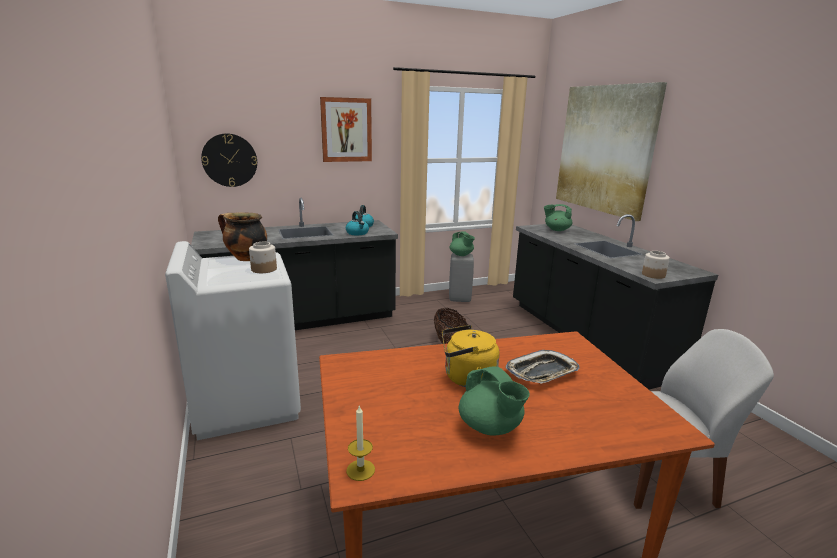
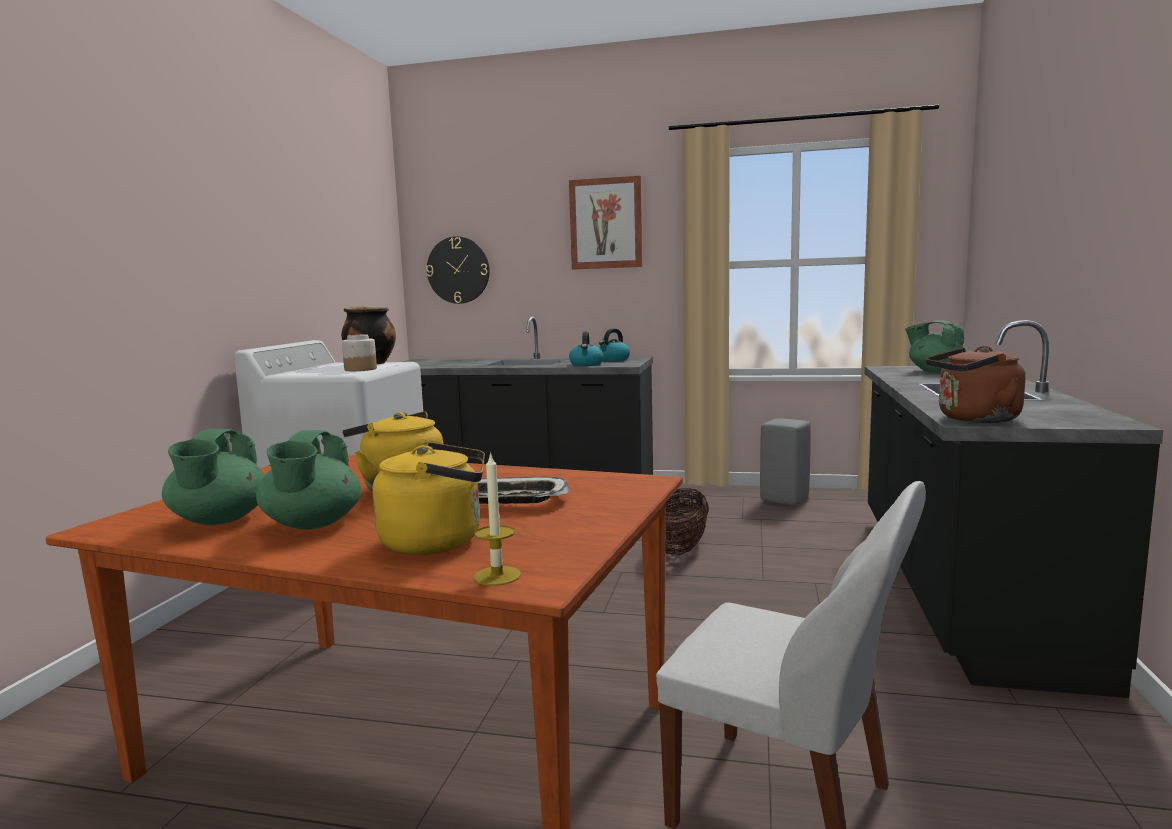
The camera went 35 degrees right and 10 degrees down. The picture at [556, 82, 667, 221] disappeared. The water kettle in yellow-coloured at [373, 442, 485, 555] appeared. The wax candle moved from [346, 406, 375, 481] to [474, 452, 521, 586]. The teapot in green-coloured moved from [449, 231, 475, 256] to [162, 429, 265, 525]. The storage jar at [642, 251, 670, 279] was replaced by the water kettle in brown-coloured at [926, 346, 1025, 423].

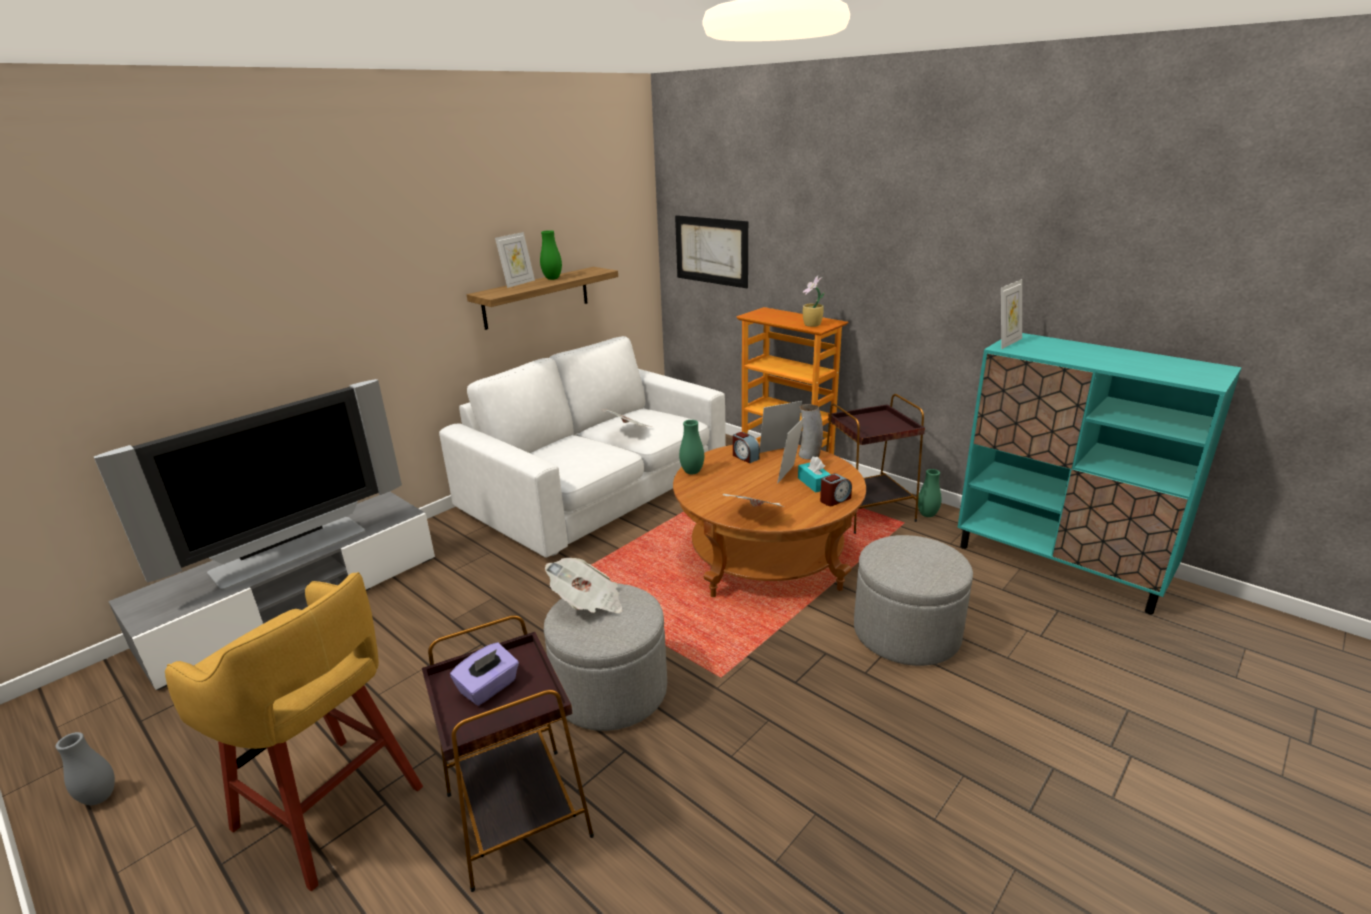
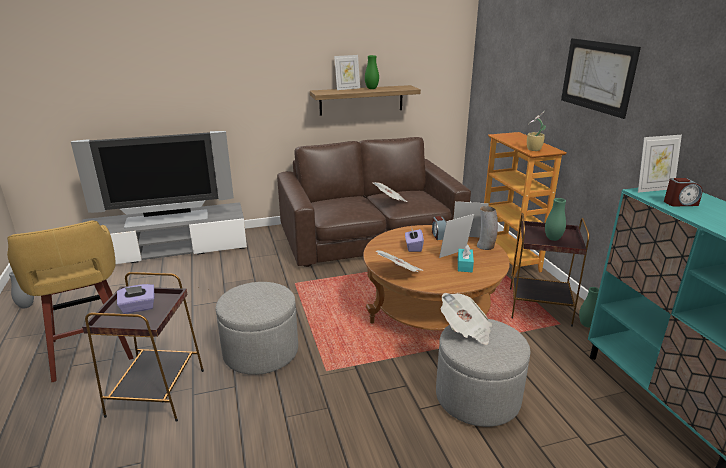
The camera went 30 degrees right and 0 degrees up. The tissue holder in purple-coloured at [405, 229, 424, 252] appeared. The newspaper moved from [545, 558, 622, 613] to [441, 293, 492, 345]. The picture moved from [675, 215, 748, 288] to [561, 38, 641, 119]. The flower vase in green-coloured moved from [679, 420, 704, 474] to [545, 198, 566, 241]. The bedside clock moved from [820, 474, 852, 506] to [664, 178, 703, 206]. The sofa in whitish at [439, 336, 726, 557] became the sofa in brown-coloured at [277, 137, 471, 267].

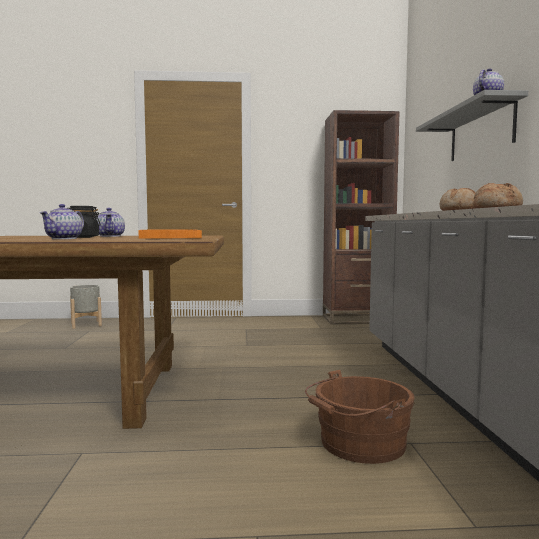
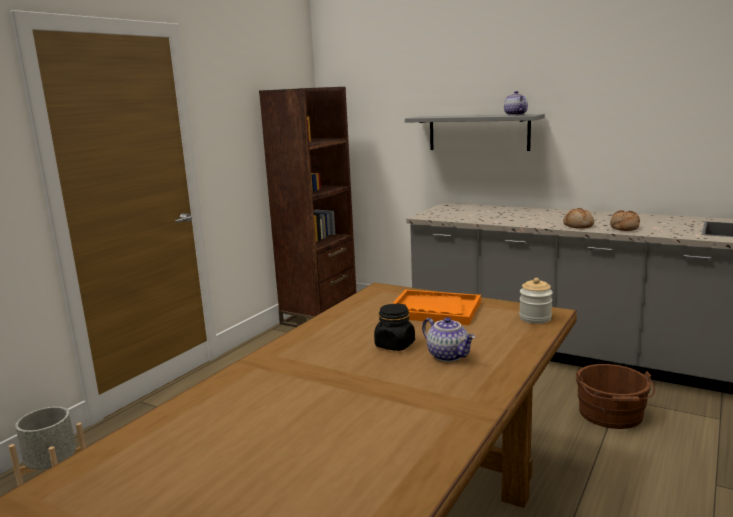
The camera went 55 degrees left and 10 degrees up. The teapot at [96, 208, 125, 237] disappeared. The storage jar at [519, 278, 553, 324] appeared.

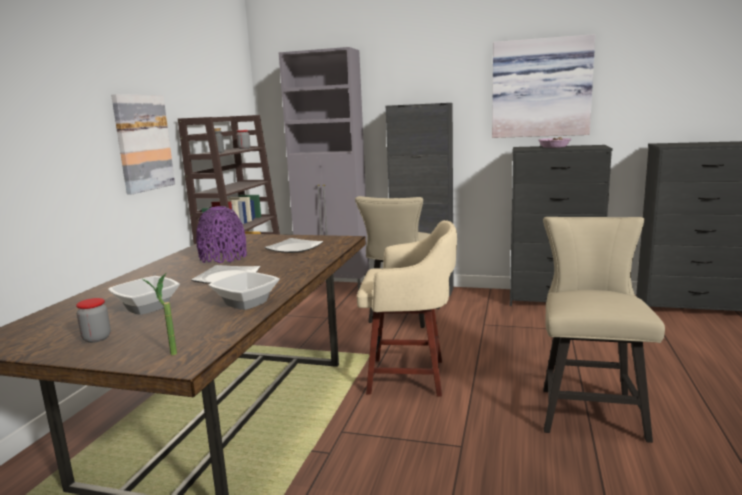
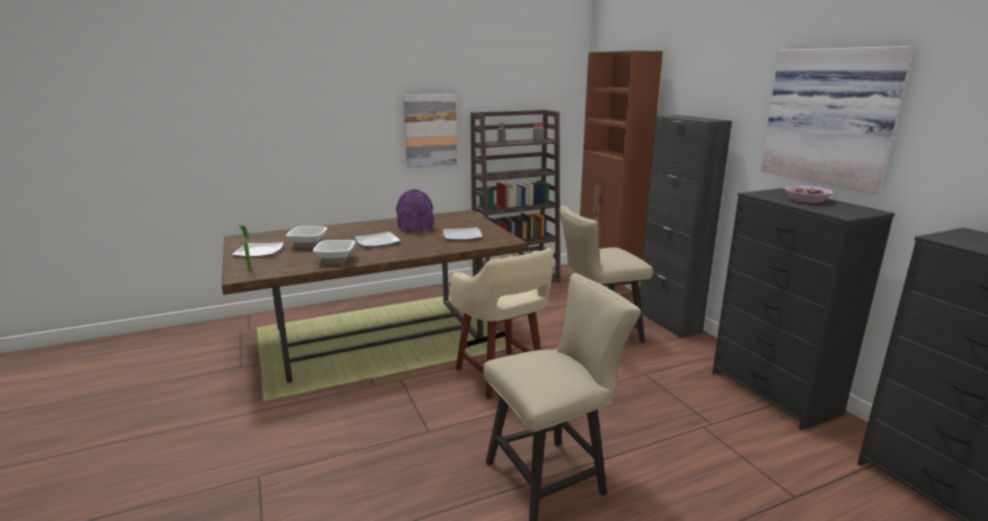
The camera went 50 degrees right and 5 degrees up. The storage jar at [76, 298, 111, 343] was replaced by the flat dish at [232, 242, 284, 257]. The cupboard in gray at [278, 47, 369, 291] became the cupboard in brown-coloured at [580, 51, 663, 293].

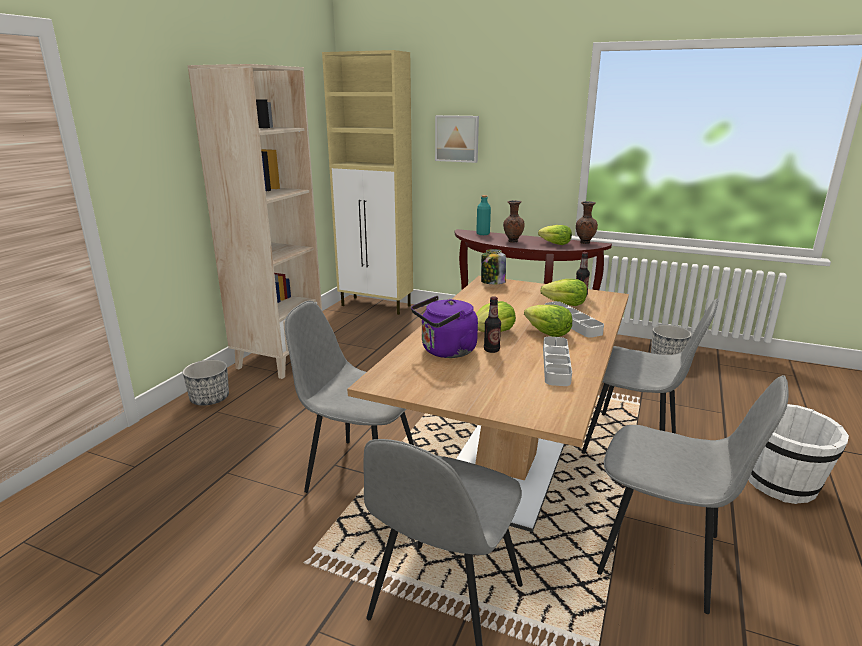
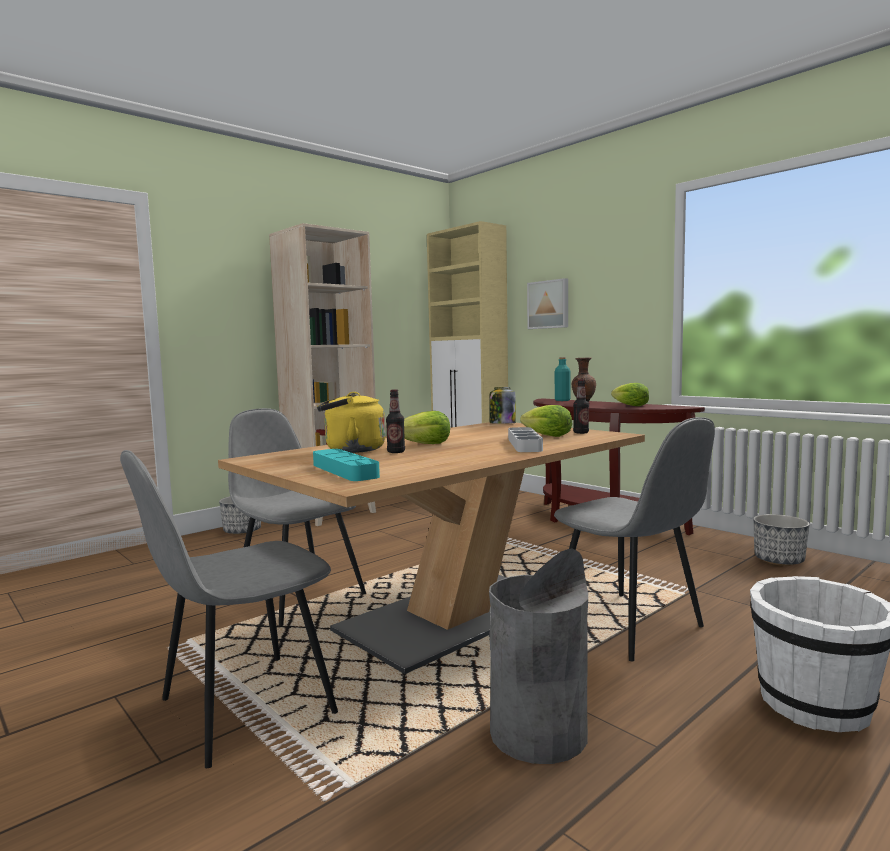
The camera went 25 degrees right and 15 degrees down. The lettuce at [524, 305, 572, 337] disappeared. The serving tray in gray at [543, 336, 572, 386] disappeared. The flower vase in brown-coloured at [576, 201, 598, 244] disappeared. The serving tray in turquoise-coloured at [313, 449, 380, 481] appeared. The upright chair in gray at [597, 375, 789, 614] was replaced by the rubbish bin in gray at [489, 548, 588, 764]. The water kettle in purple-coloured at [411, 296, 478, 358] became the water kettle in yellow-coloured at [317, 392, 385, 453].

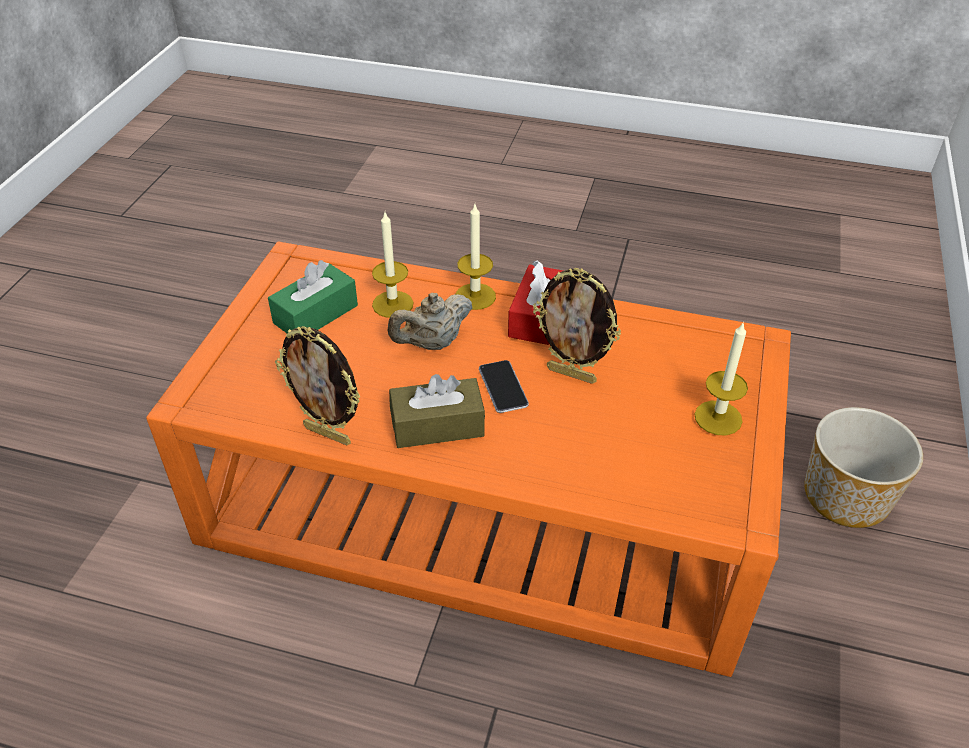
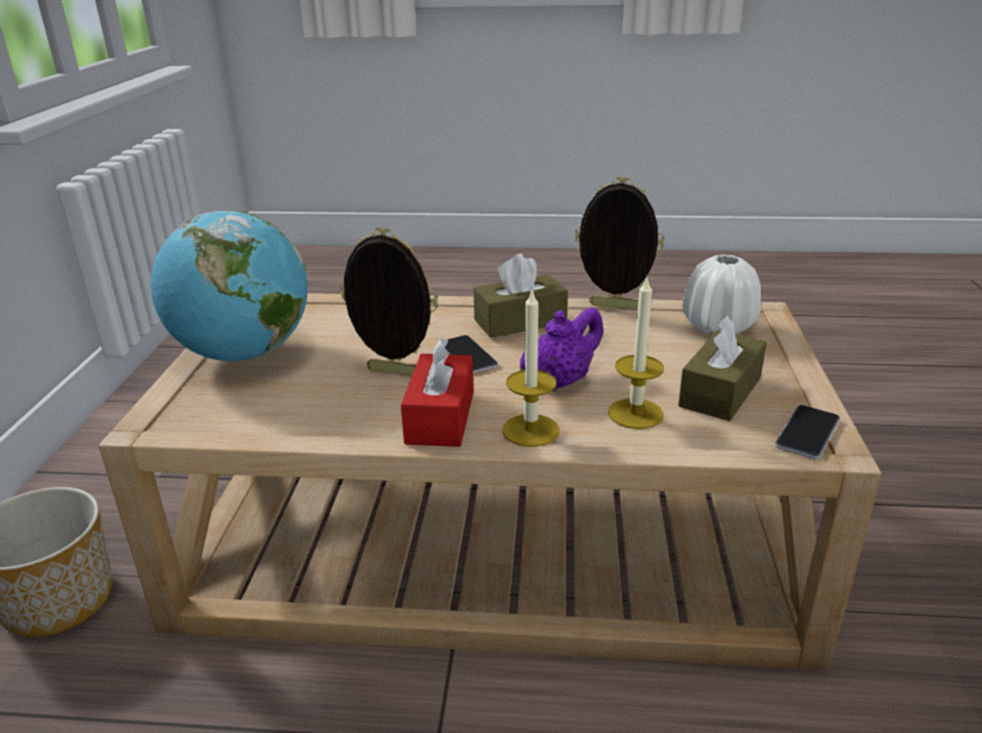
The camera went 170 degrees right and 15 degrees down. The flower vase in whitish at [683, 254, 761, 334] appeared. The phone at [775, 405, 840, 459] appeared. The wax candle at [695, 321, 748, 435] was replaced by the globe at [151, 211, 308, 361]. The lounge table in orange-coloured at [146, 242, 791, 677] became the lounge table in sand-coloured at [99, 293, 882, 670]. The tissue holder in green-coloured at [268, 260, 358, 334] became the tissue holder in brown-coloured at [678, 315, 766, 421]. The teapot in sand-coloured at [388, 293, 473, 350] became the teapot in purple-coloured at [520, 307, 603, 391].

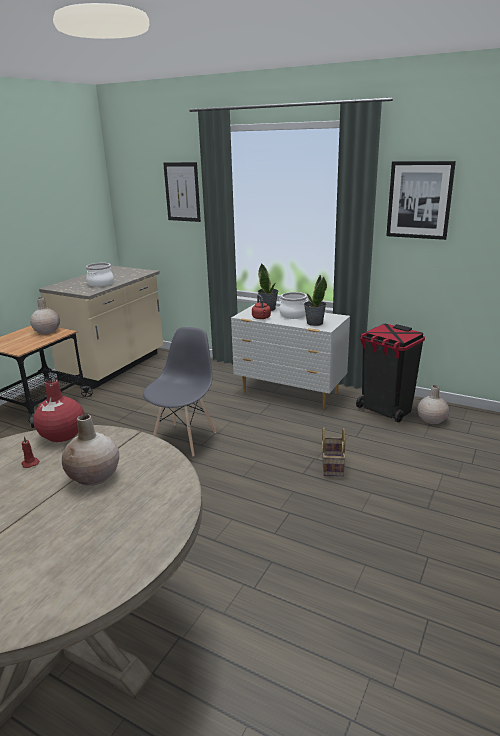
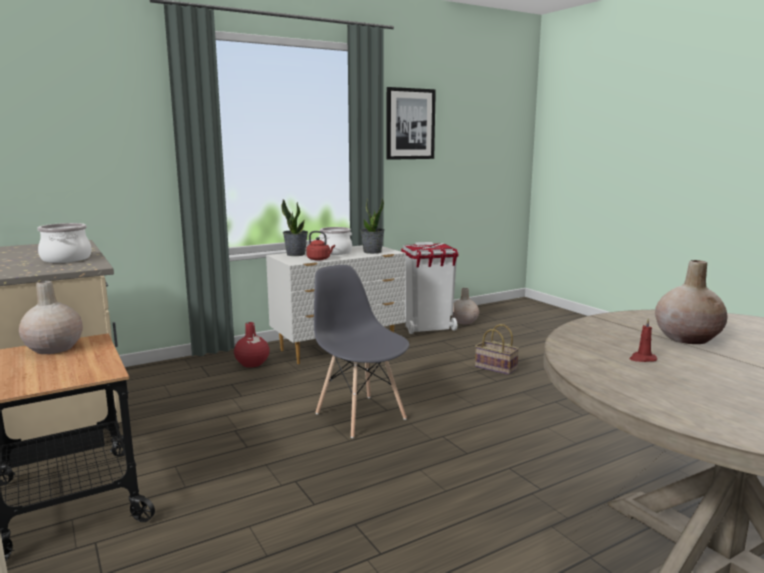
The camera went 60 degrees left and 10 degrees down. The picture at [163, 162, 201, 222] disappeared. The flower vase in reddish moved from [33, 379, 84, 442] to [234, 322, 270, 368]. The rubbish bin in blackish at [356, 324, 425, 423] became the rubbish bin in whitish at [401, 242, 459, 334].

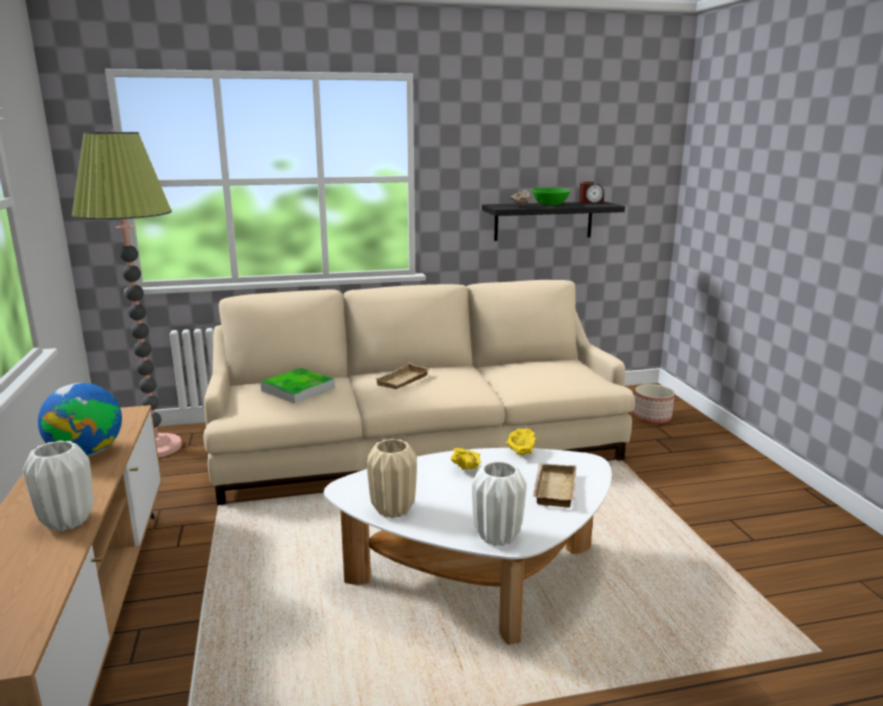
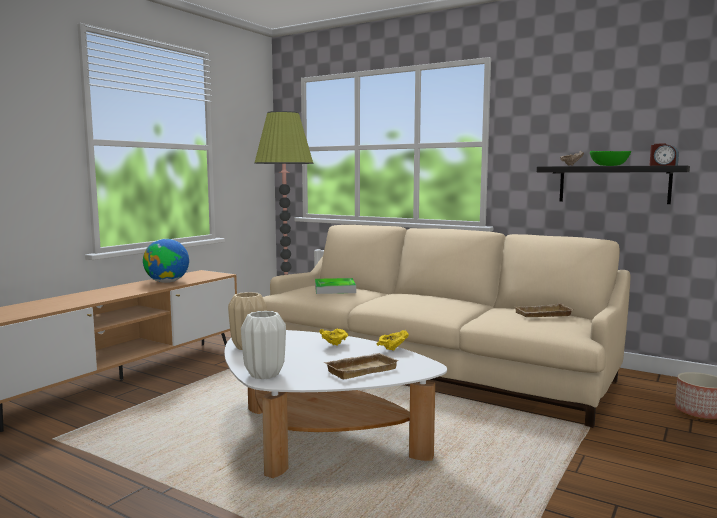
The camera went 45 degrees right and 10 degrees down. The flower vase in whitish at [23, 441, 94, 531] disappeared. The serving tray in sand-coloured moved from [375, 363, 430, 389] to [515, 303, 574, 317].

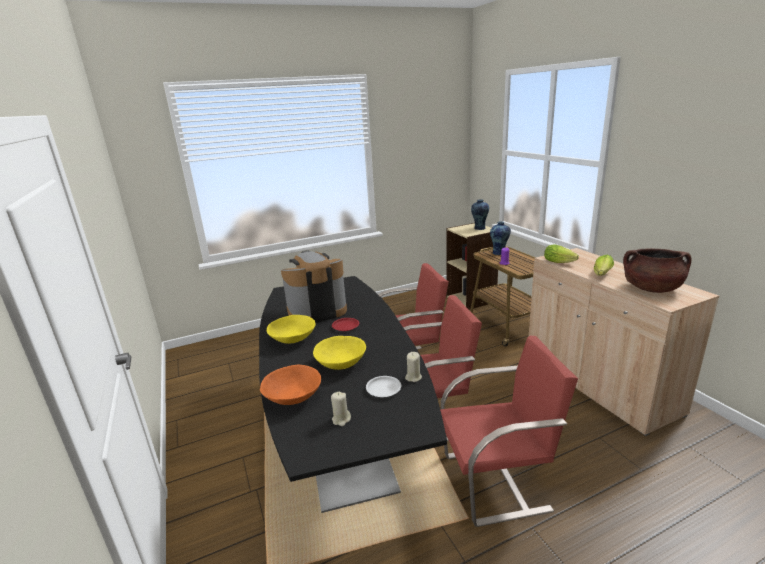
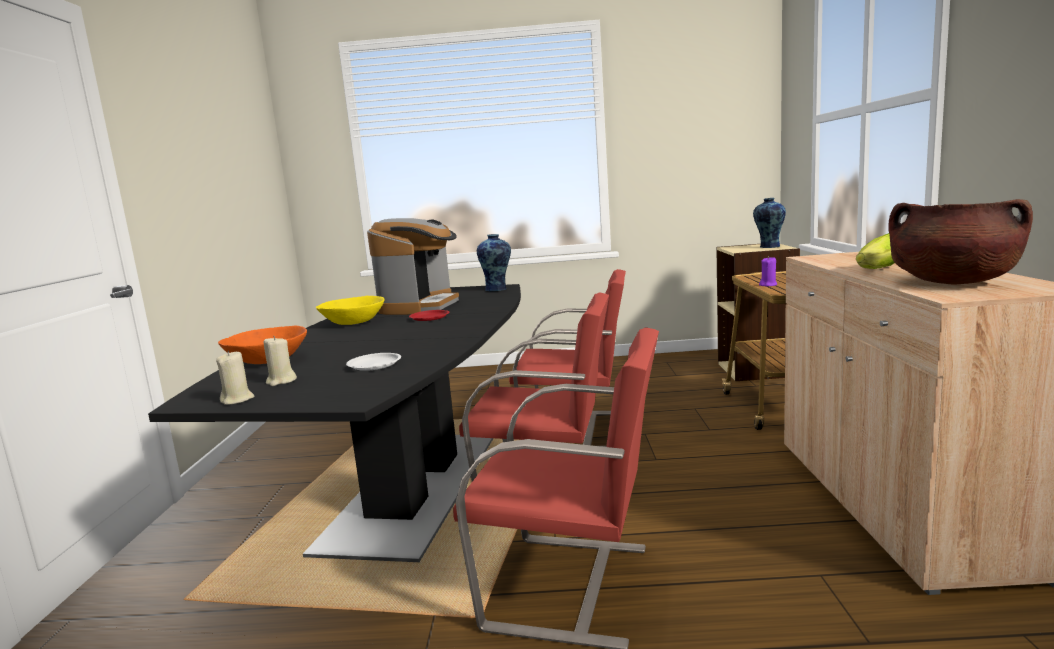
The camera went 25 degrees right and 10 degrees down. The deep dish in yellow-coloured at [313, 336, 366, 370] disappeared. The lettuce at [544, 244, 579, 263] disappeared. The wax candle in sand-coloured moved from [405, 352, 422, 382] to [216, 351, 254, 405]. The flower vase moved from [490, 221, 511, 255] to [477, 234, 511, 291]. The coffee brewer at [281, 250, 347, 323] turned 105 degrees clockwise.

